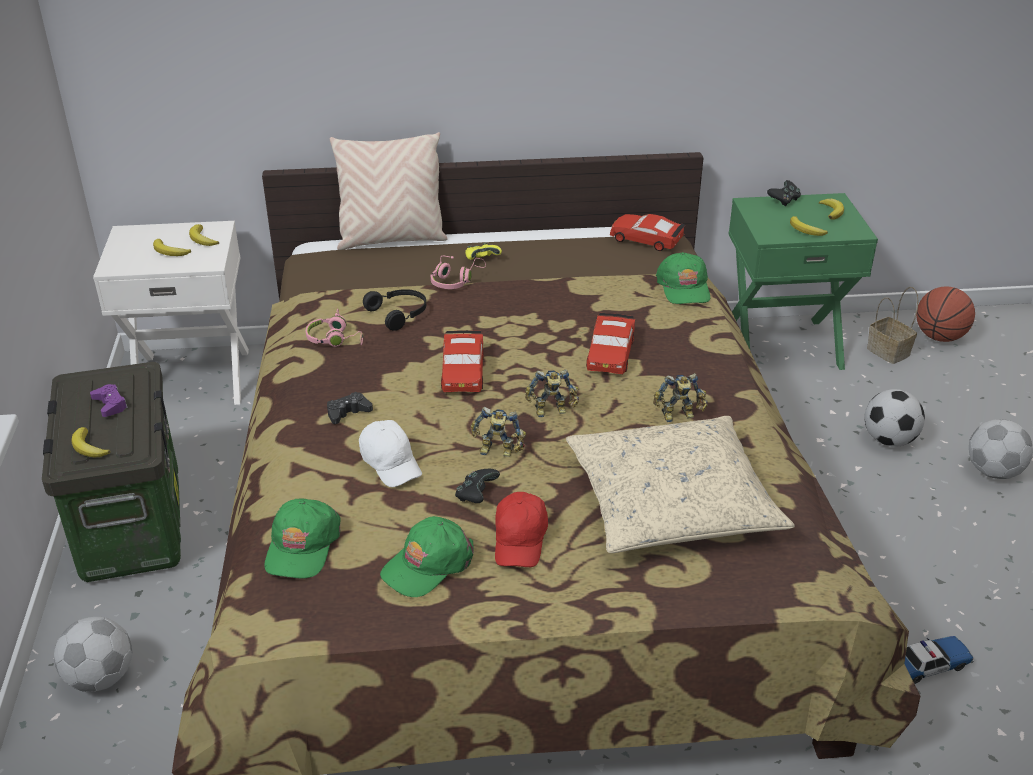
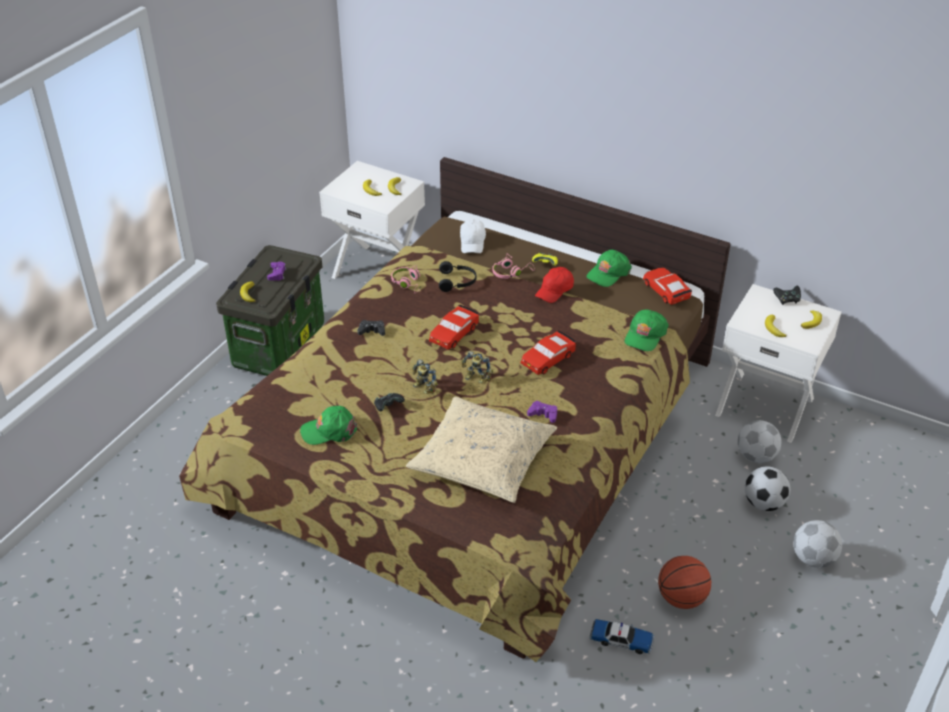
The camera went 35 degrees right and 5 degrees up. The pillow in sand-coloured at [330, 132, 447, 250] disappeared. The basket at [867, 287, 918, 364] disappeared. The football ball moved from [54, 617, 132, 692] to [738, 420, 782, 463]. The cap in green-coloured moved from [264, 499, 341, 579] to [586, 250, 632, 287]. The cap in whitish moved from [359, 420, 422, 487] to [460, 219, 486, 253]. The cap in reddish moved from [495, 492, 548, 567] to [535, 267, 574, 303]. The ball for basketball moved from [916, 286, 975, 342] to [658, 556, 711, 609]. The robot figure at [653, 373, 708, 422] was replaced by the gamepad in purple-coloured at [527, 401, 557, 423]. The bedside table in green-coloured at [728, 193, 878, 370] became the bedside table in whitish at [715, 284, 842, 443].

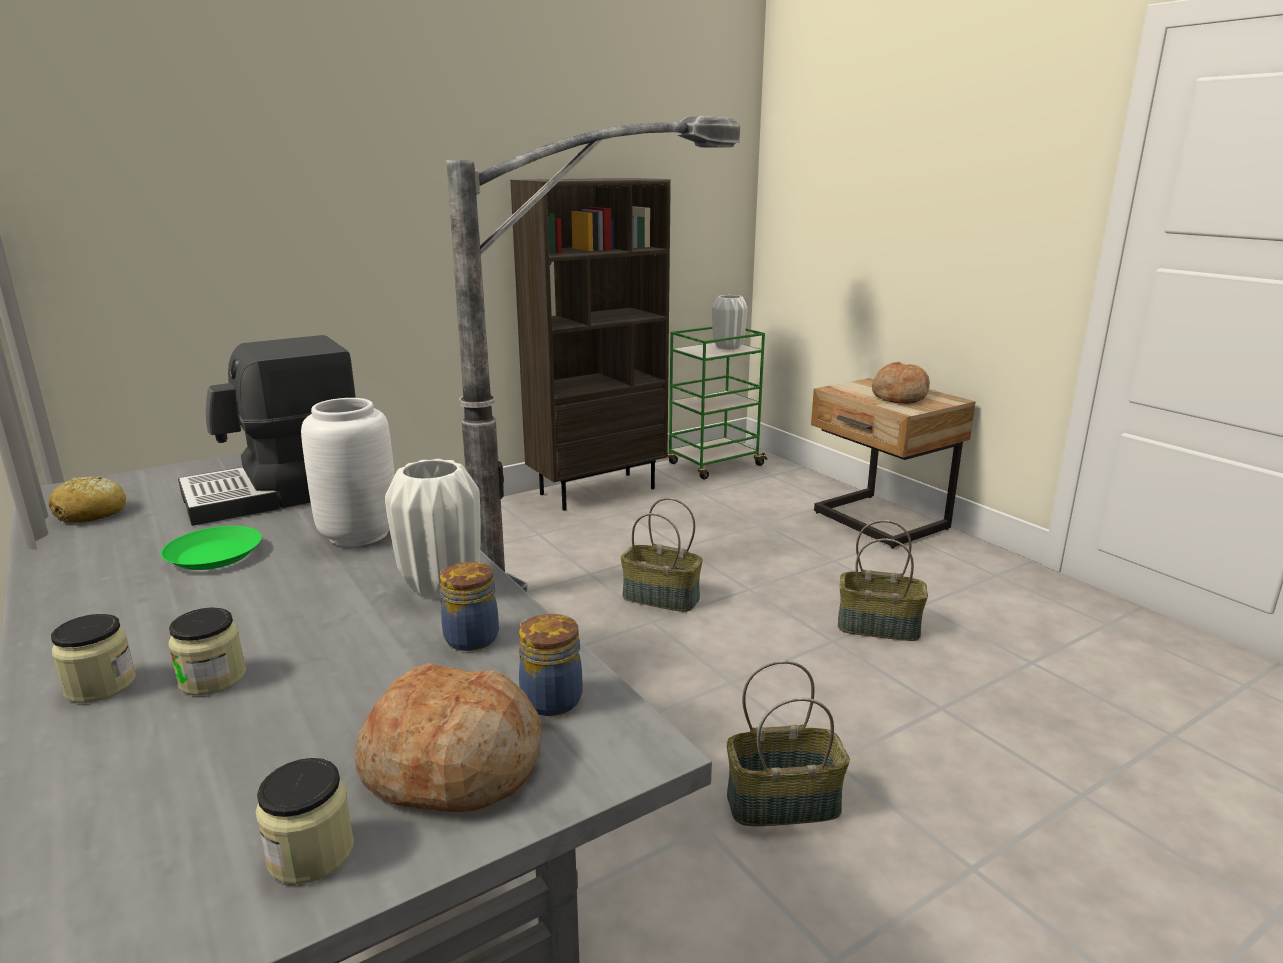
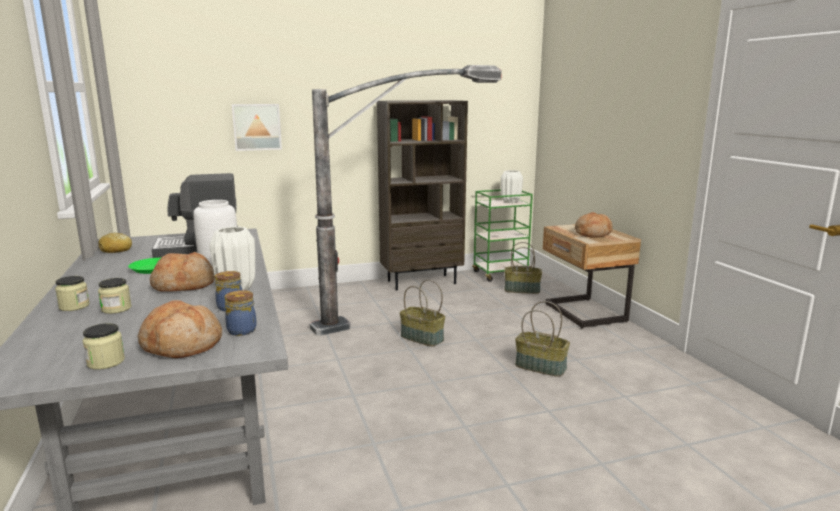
The camera went 15 degrees right and 5 degrees down. The bread at [150, 252, 215, 292] appeared. The picture at [232, 104, 282, 151] appeared. The basket moved from [727, 660, 850, 826] to [504, 242, 542, 294].

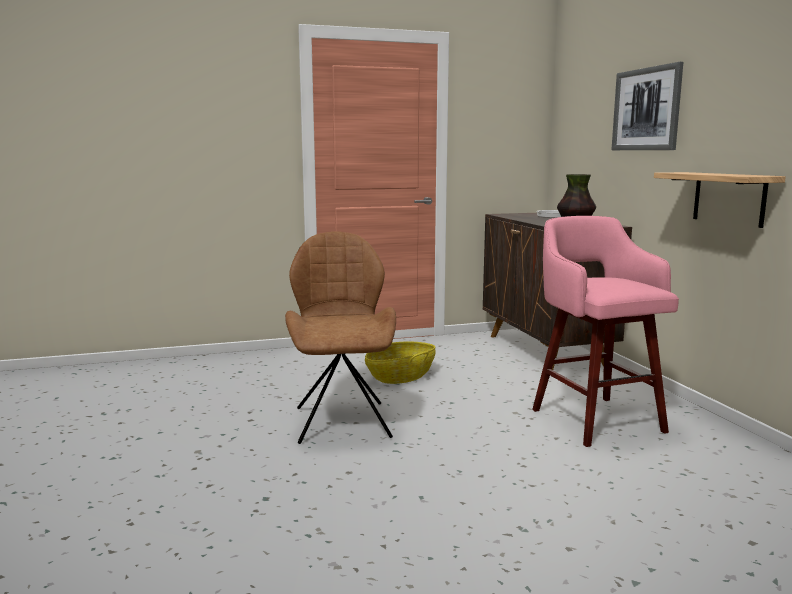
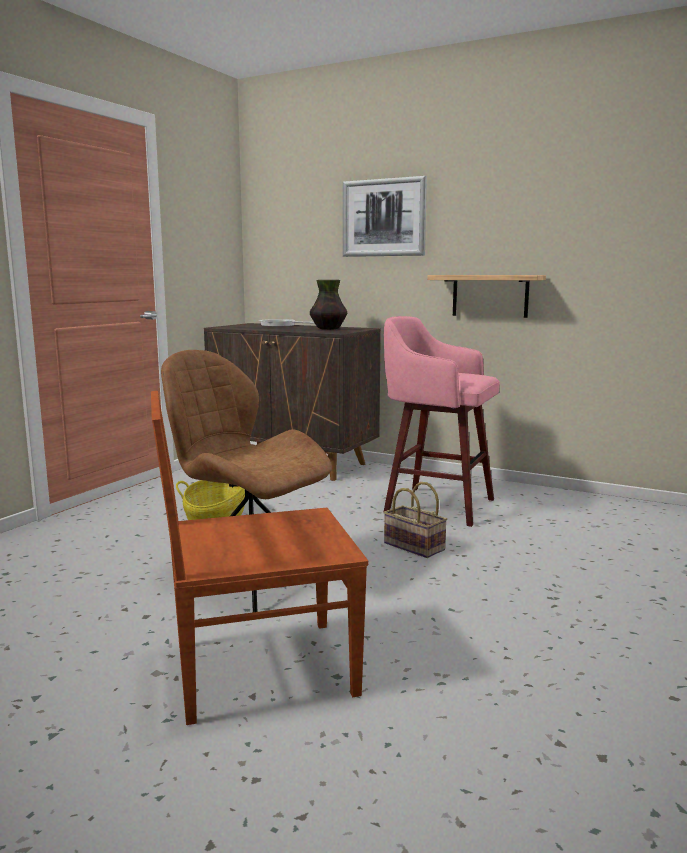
The camera went 45 degrees left and 0 degrees up. The upright chair in brown-coloured at [151, 391, 369, 725] appeared. The basket at [384, 482, 447, 558] appeared.

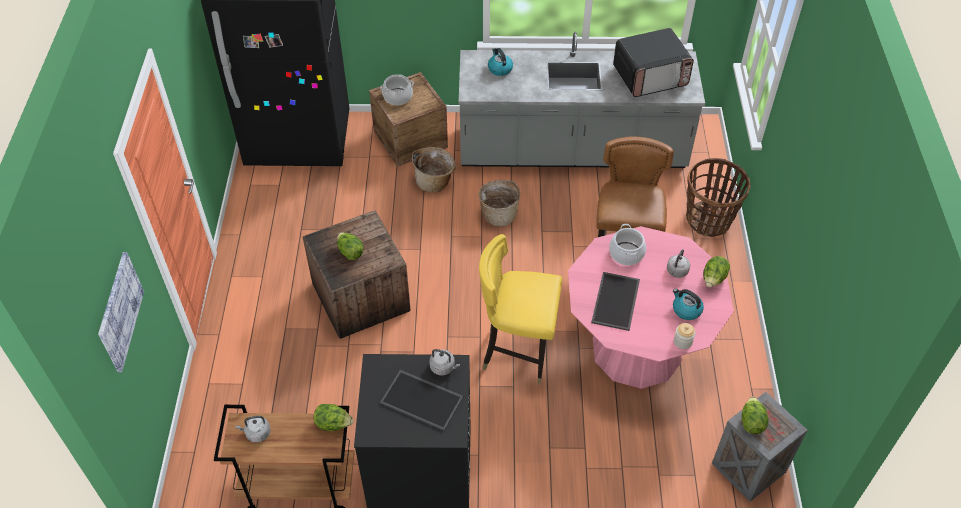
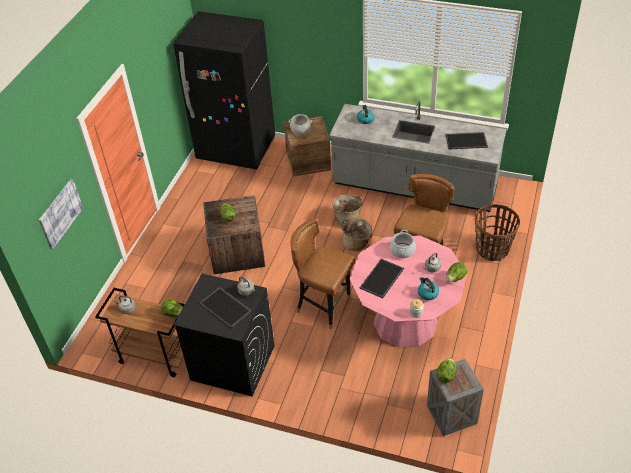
The camera went 20 degrees right and 5 degrees down. The basket moved from [412, 147, 456, 193] to [342, 218, 372, 251]. The microwave oven at [613, 28, 694, 97] was replaced by the serving tray at [446, 132, 488, 149]. The upright chair in yellow-coloured at [479, 234, 562, 384] became the upright chair in brown-coloured at [290, 219, 355, 329].

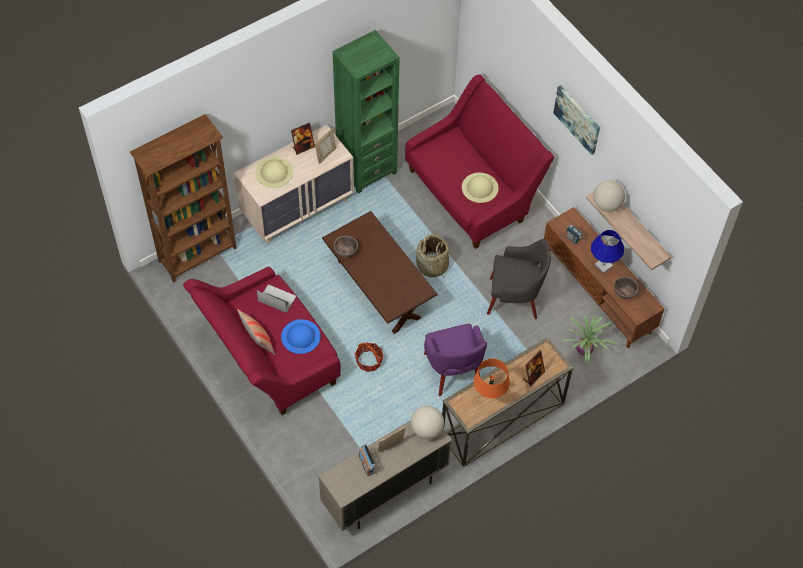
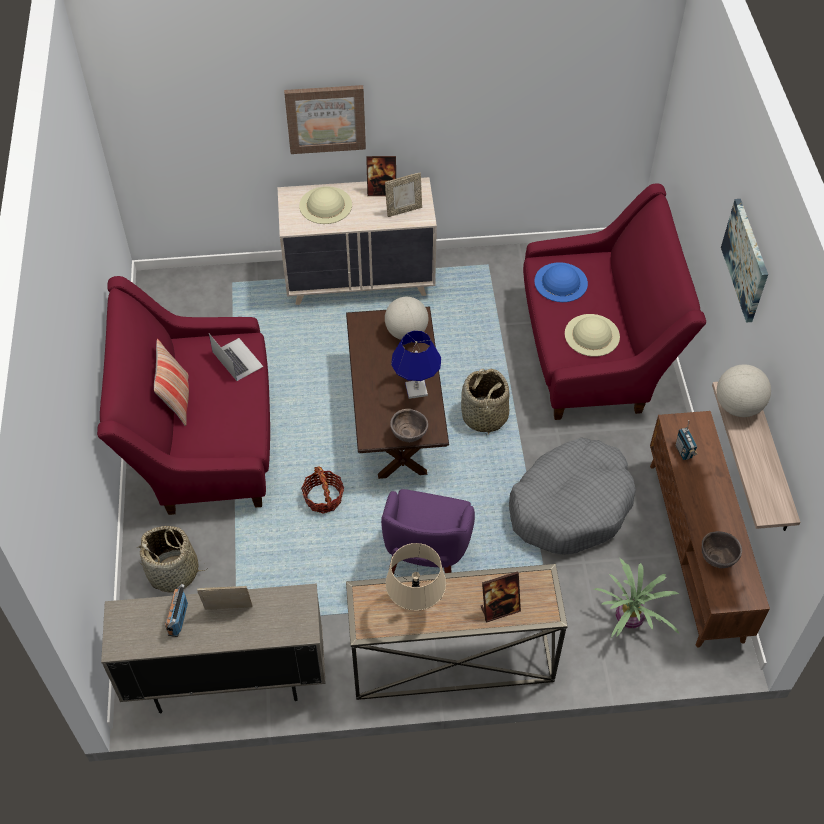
The camera went 30 degrees right and 5 degrees down. The bookshelf in brown-coloured at [130, 114, 237, 283] disappeared. The bookshelf in green-coloured at [333, 30, 400, 194] disappeared. The basket at [137, 526, 207, 593] appeared. The picture at [284, 85, 366, 154] appeared. The clothing hat in blue moved from [281, 319, 321, 354] to [534, 262, 588, 302]. The deep dish in brown-coloured moved from [334, 236, 358, 257] to [390, 409, 428, 443]. The globe moved from [411, 406, 444, 439] to [385, 297, 428, 340]. The lamp for a table in blue moved from [591, 230, 624, 273] to [391, 331, 441, 399]. The lounge chair in gray at [487, 239, 551, 319] was replaced by the dog cushion in gray at [509, 437, 636, 555]. The lamp for a table in orange-coloured at [473, 358, 510, 398] became the lamp for a table in sand-coloured at [386, 543, 446, 611].

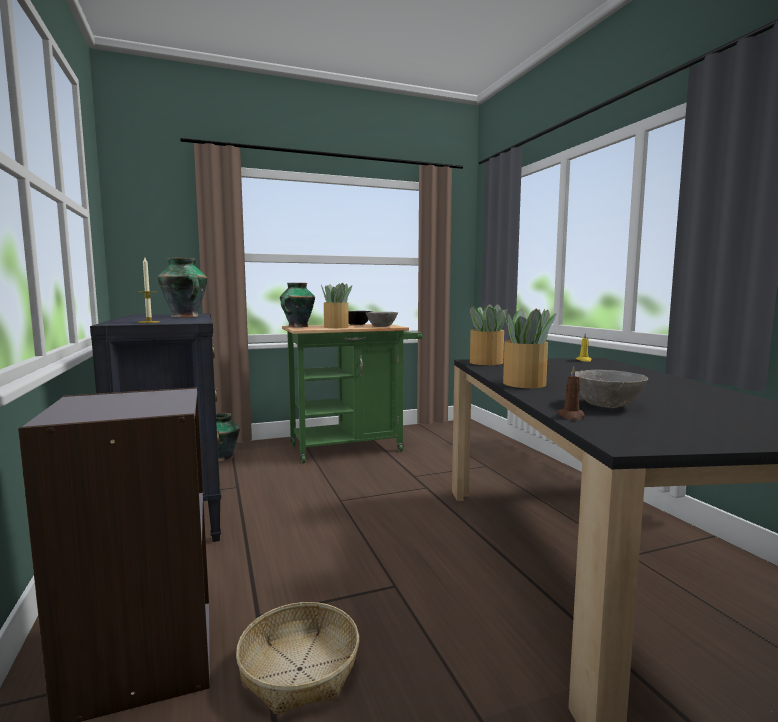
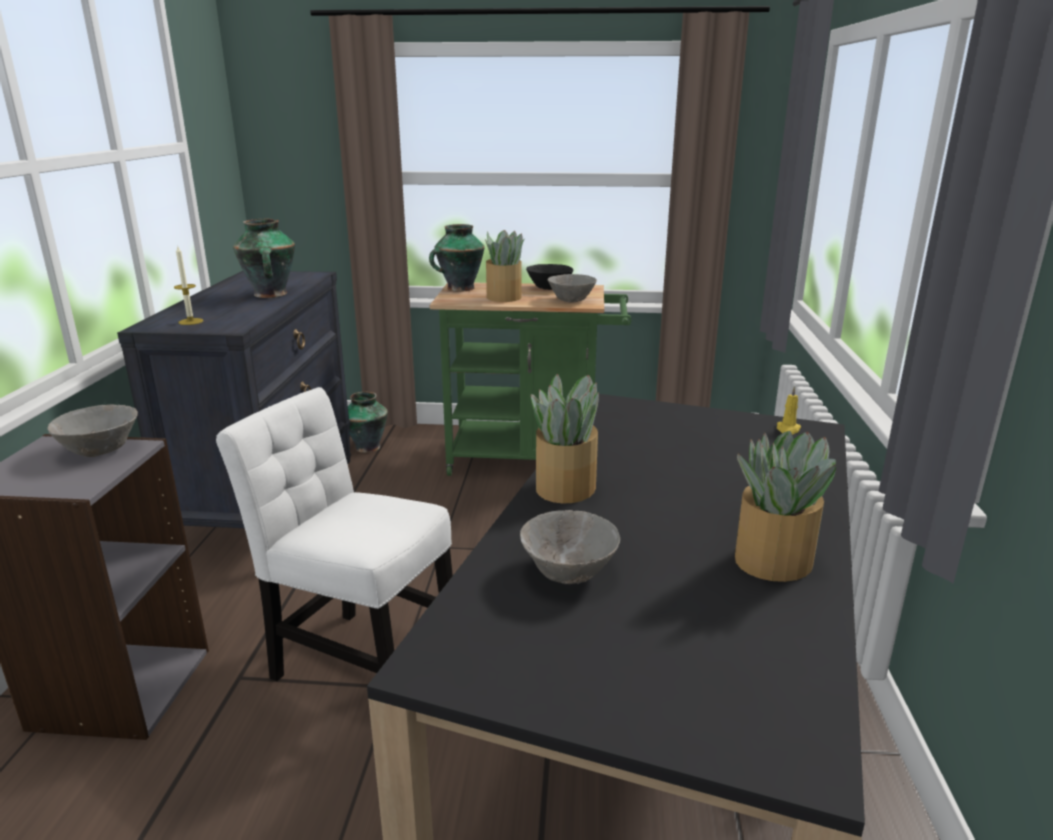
The camera went 25 degrees right and 15 degrees up. The basket at [236, 602, 359, 715] disappeared. The wax candle in brown-coloured at [557, 367, 585, 420] disappeared. The deep dish in gray at [47, 405, 138, 457] appeared. The upright chair in whitish at [216, 387, 453, 681] appeared. The potted plant moved from [470, 304, 508, 365] to [735, 431, 836, 582].

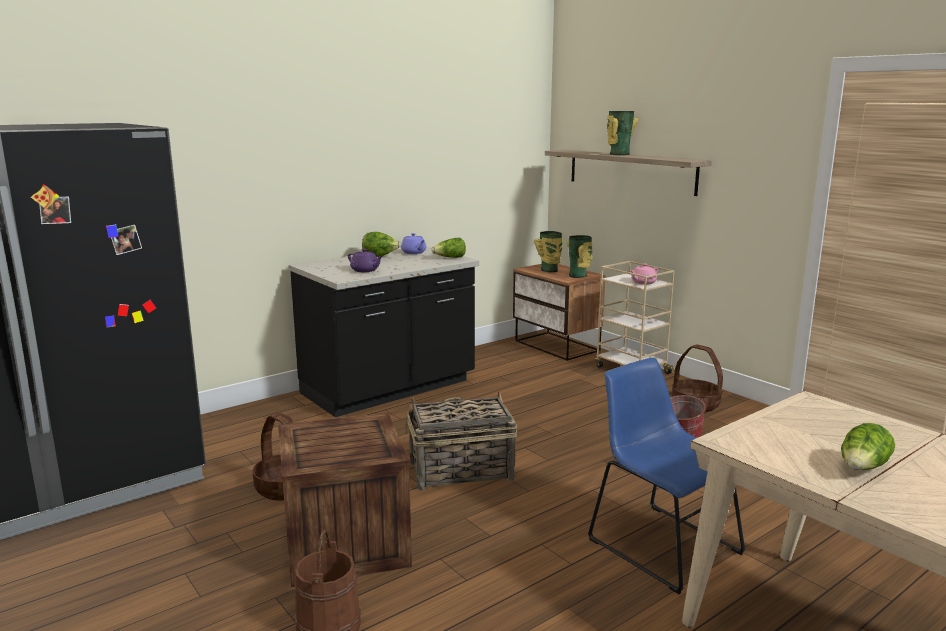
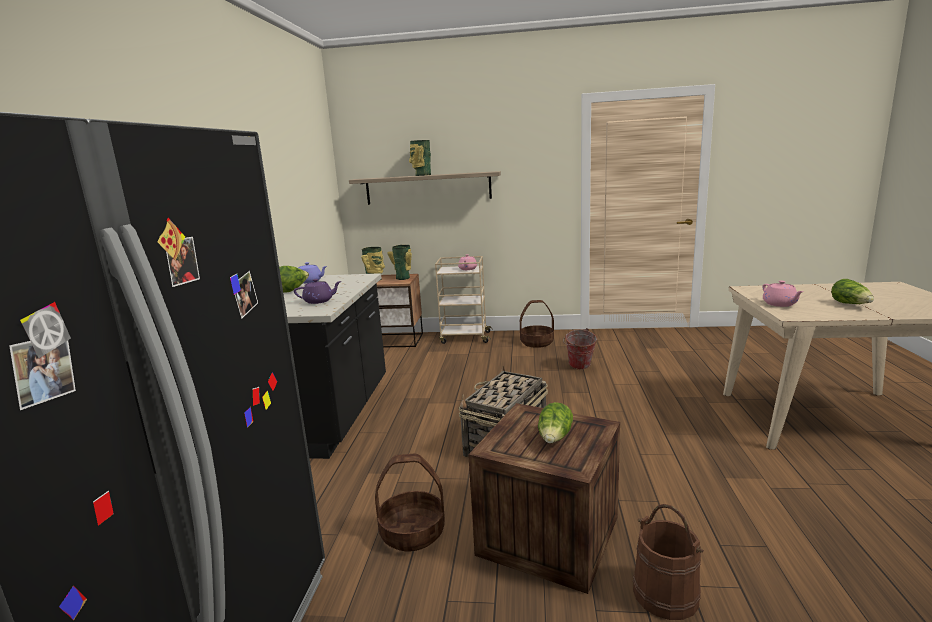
The camera went 45 degrees left and 0 degrees up. The upright chair in blue at [588, 357, 746, 594] disappeared. The teapot in pink at [762, 281, 803, 307] appeared. The lettuce moved from [431, 238, 466, 258] to [538, 402, 573, 443].

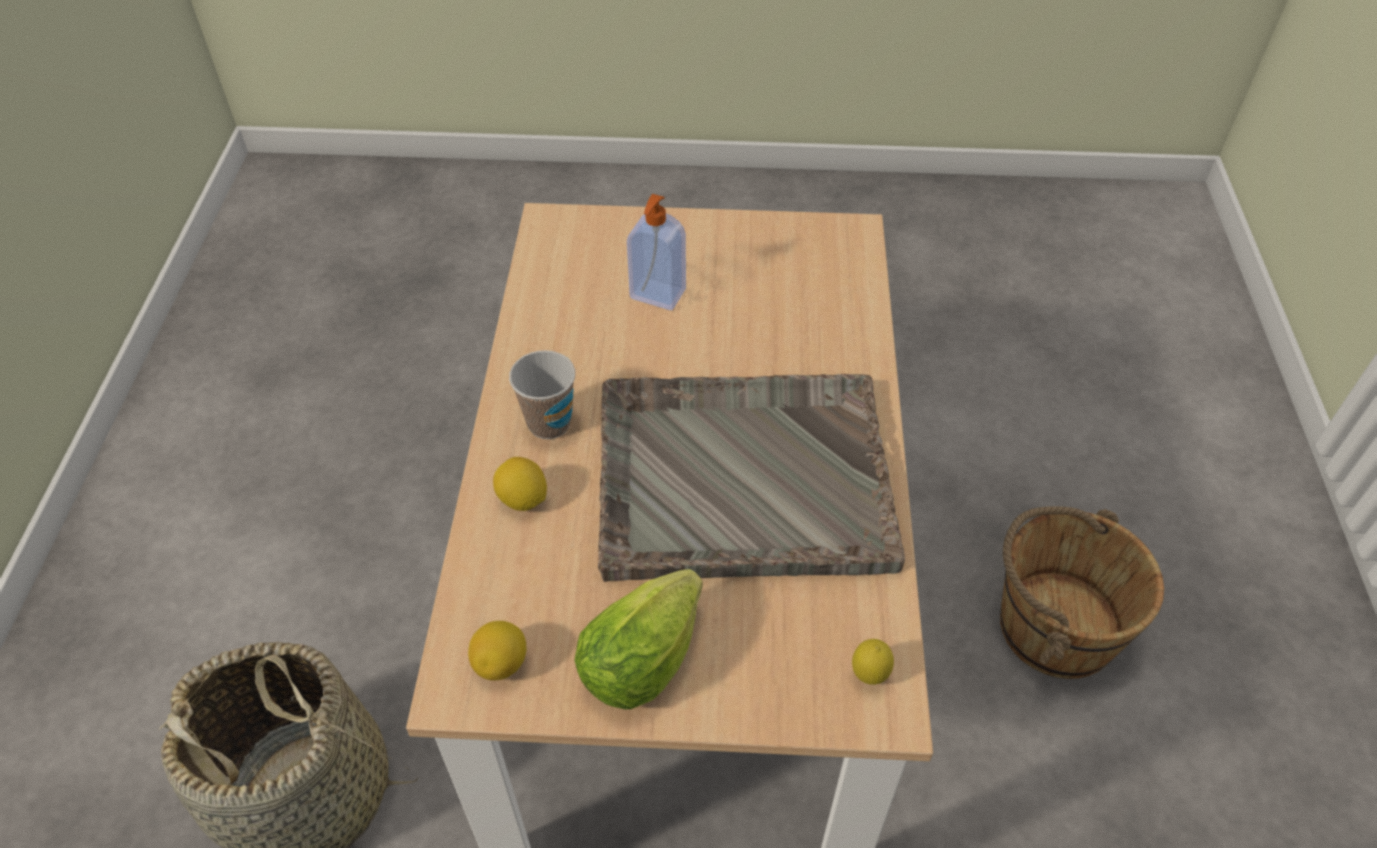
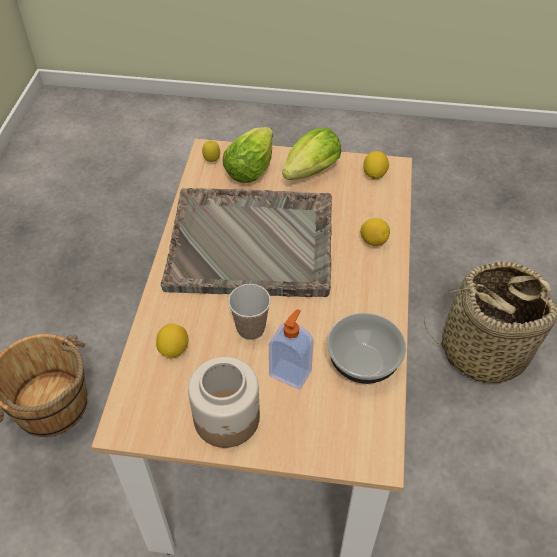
The camera went 175 degrees left and 0 degrees up. The whole lemon at [156, 324, 189, 359] appeared. The storage jar at [188, 357, 260, 448] appeared. The lettuce at [223, 127, 273, 183] appeared. The deep dish at [327, 313, 406, 384] appeared. The drinking cup moved from [509, 350, 575, 439] to [228, 284, 271, 340].

